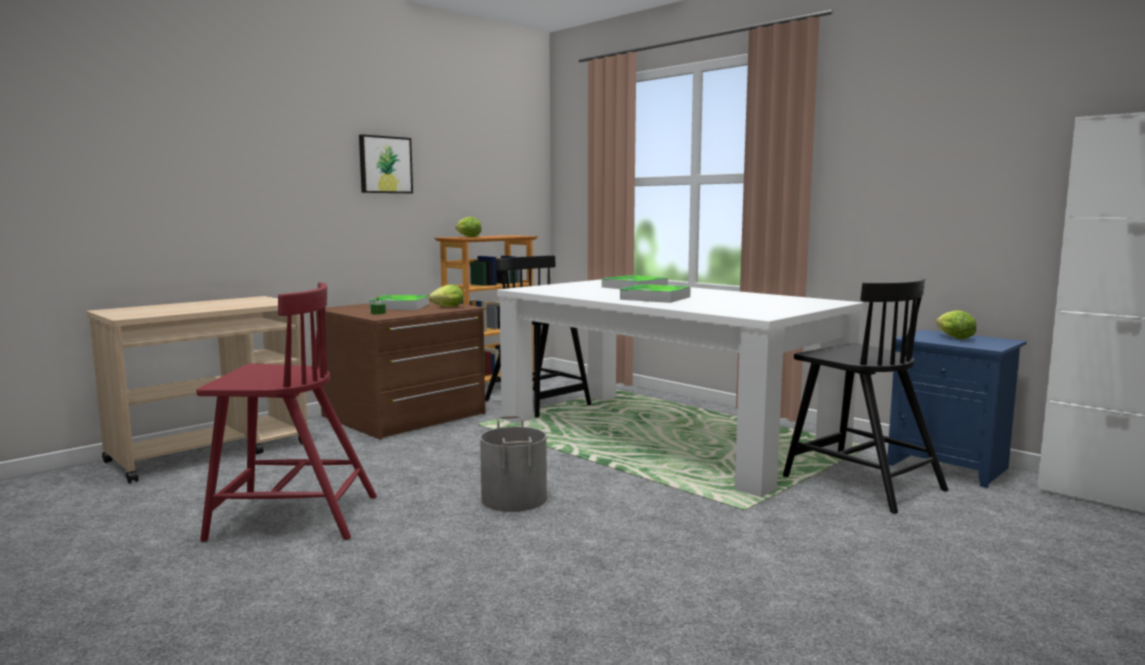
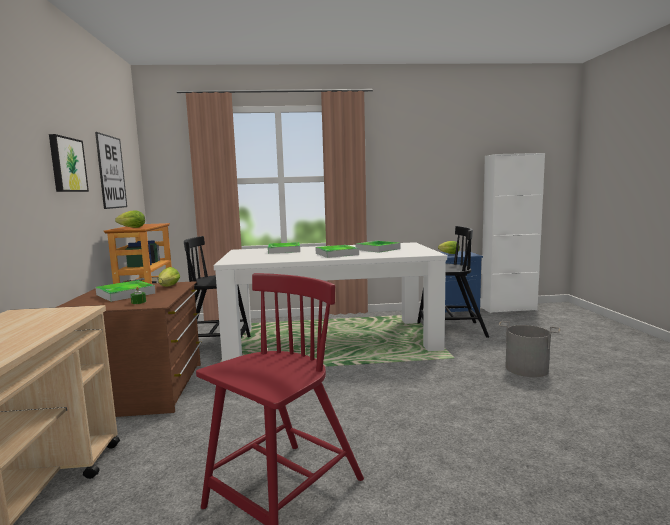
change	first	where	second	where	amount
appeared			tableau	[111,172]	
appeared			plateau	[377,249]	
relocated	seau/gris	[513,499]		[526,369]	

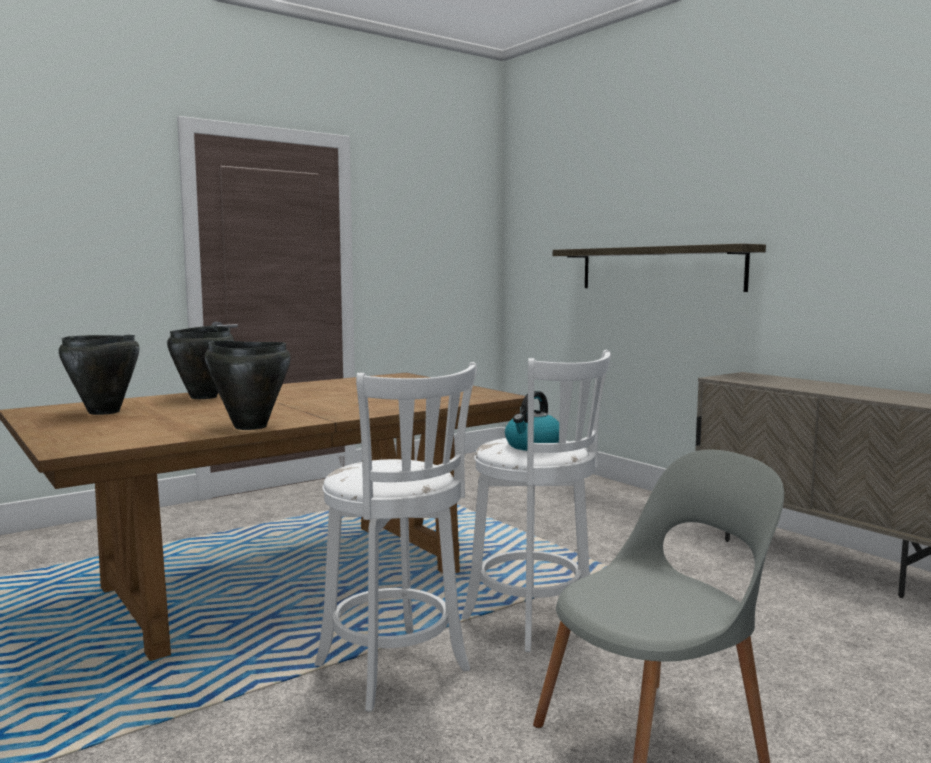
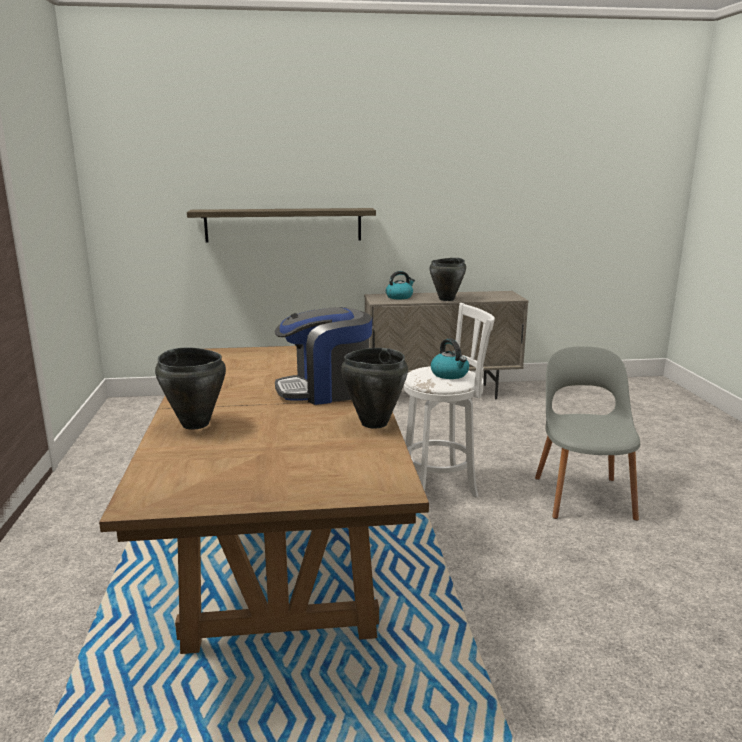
change	first	where	second	where	amount
missing	tabouret/blanc	[396,671]			
appeared			machine à café	[325,390]	
appeared			bouilloire	[399,297]	
relocated	marmite/noir	[104,412]		[447,299]	

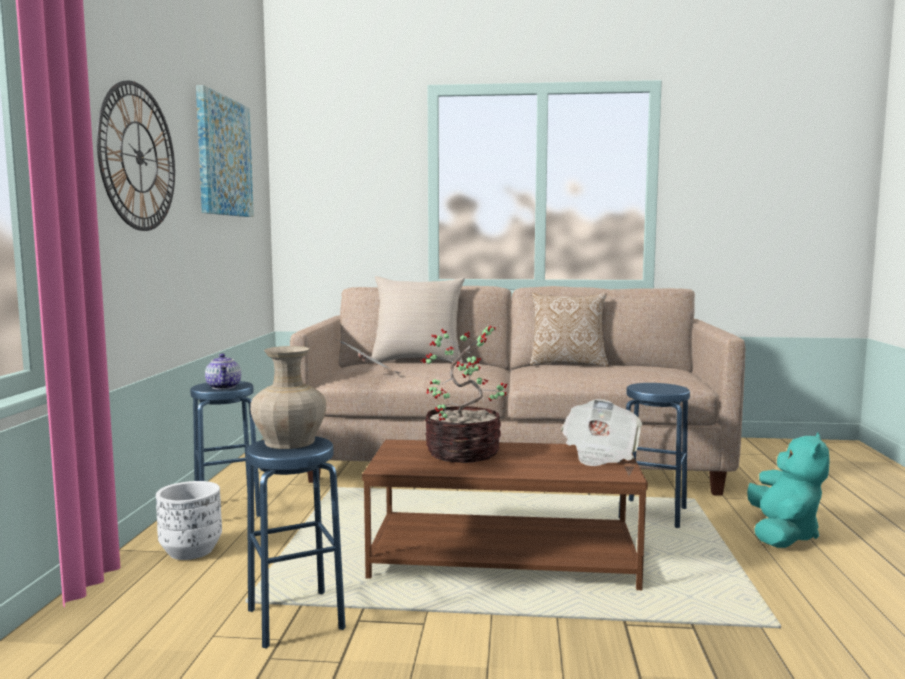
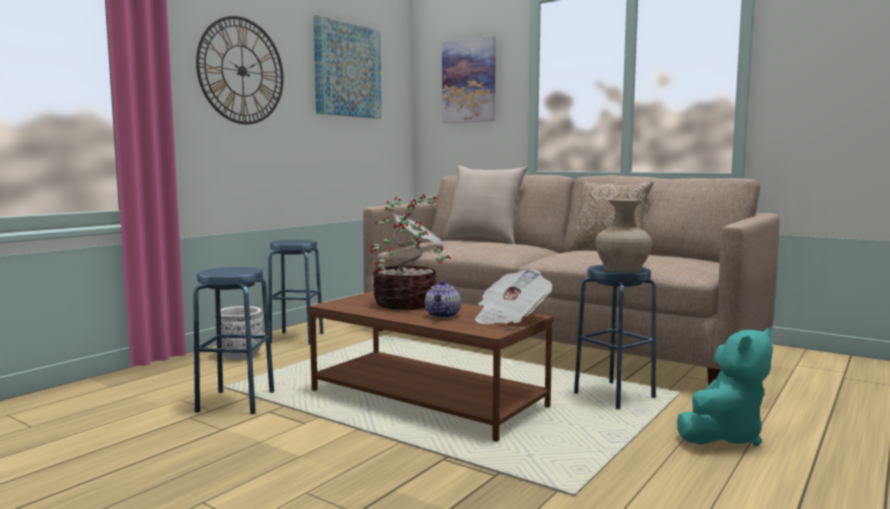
change	first	where	second	where	amount
appeared			tableau	[469,81]	
relocated	théière	[224,387]		[443,315]	
relocated	vase/beige	[290,442]		[623,269]	

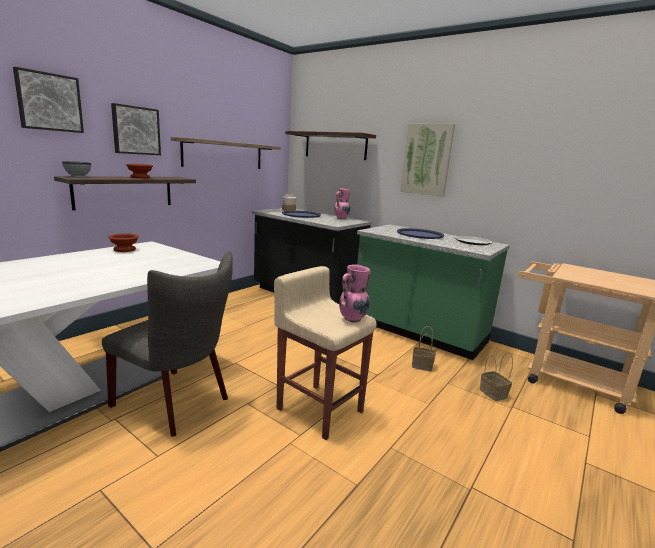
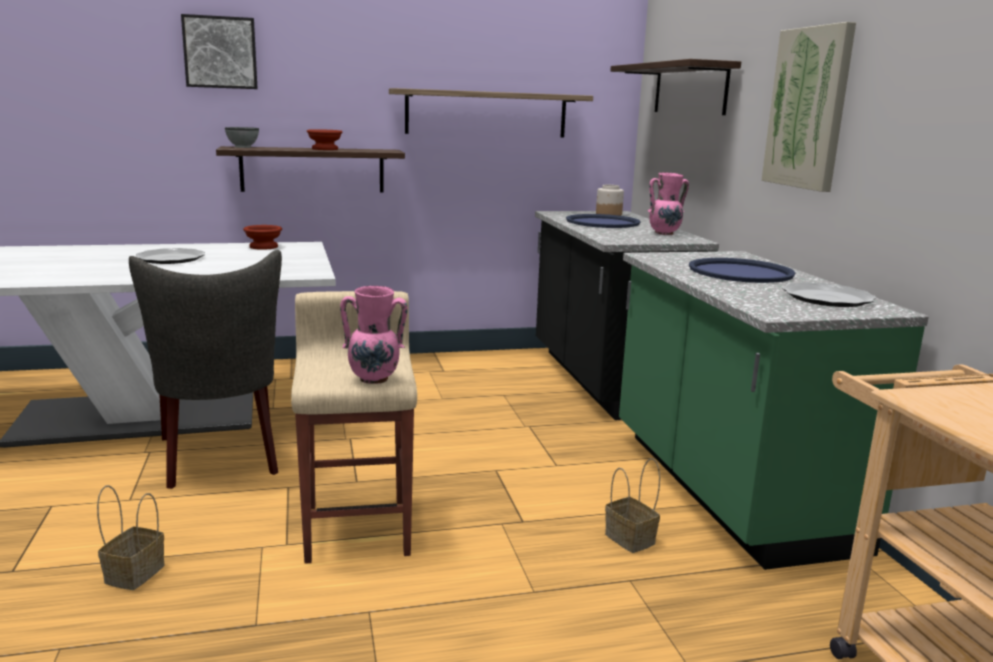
change	first	where	second	where	amount
missing	tableau	[136,130]			
appeared			assiette	[170,259]	
relocated	panier	[492,393]		[135,572]	

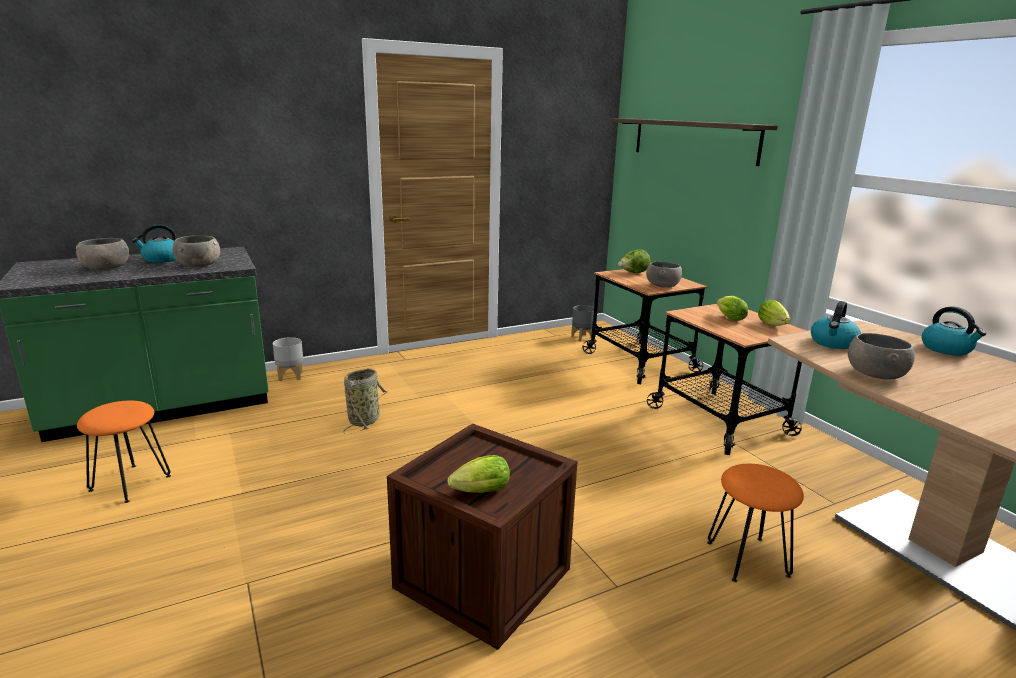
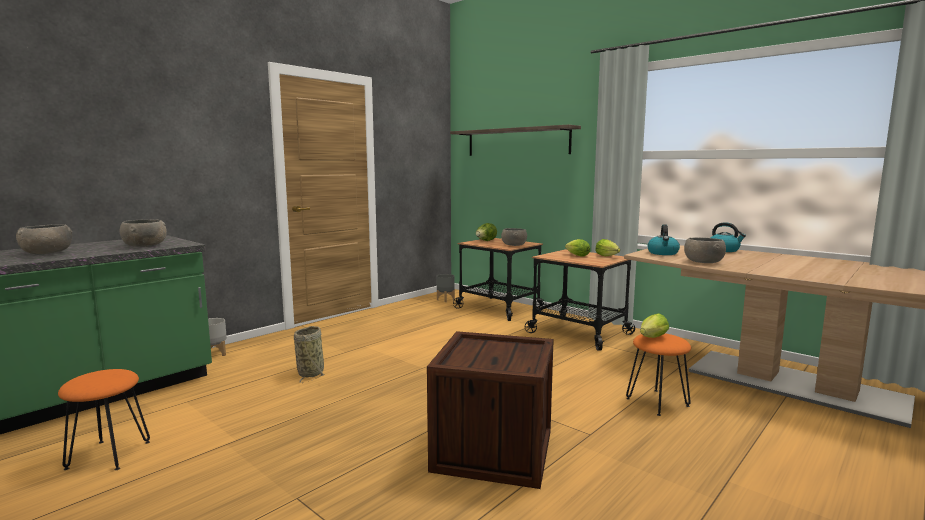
change	first	where	second	where	amount
missing	bouilloire	[162,259]			
relocated	laitue	[478,492]		[651,338]	

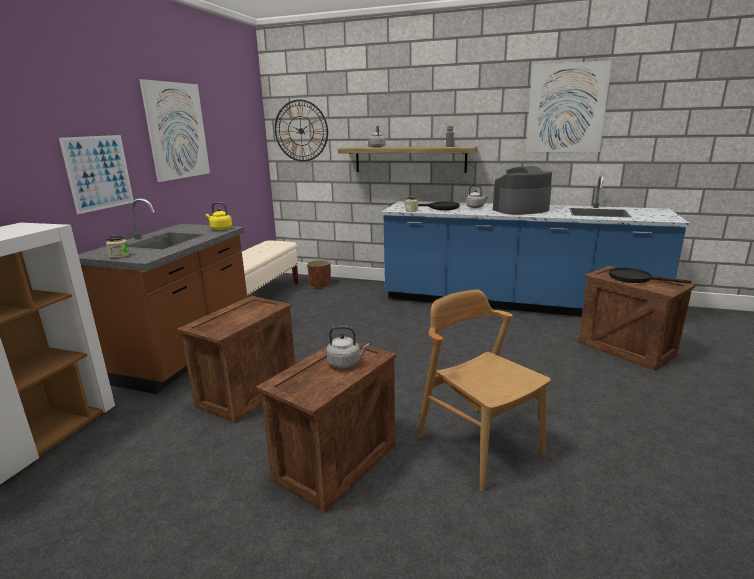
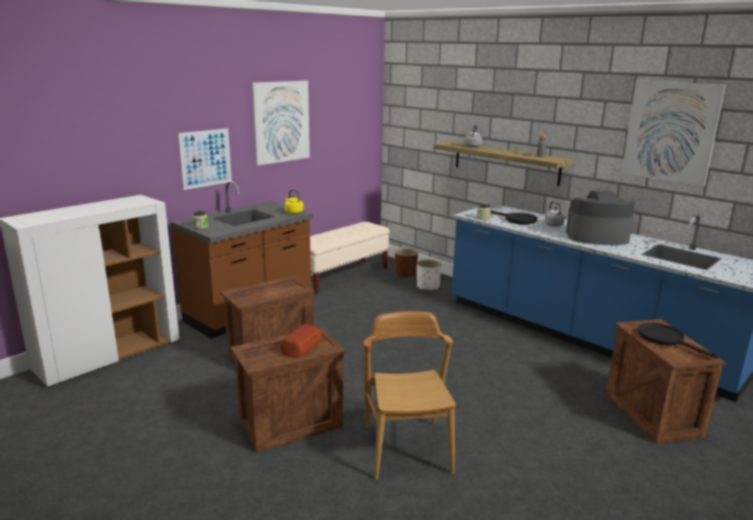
change	first	where	second	where	amount
missing	horloge murale	[301,131]			
appeared			cache-pot/blanc	[428,287]	
exchanged	bouilloire/gris	[345,363]	pain	[302,347]	

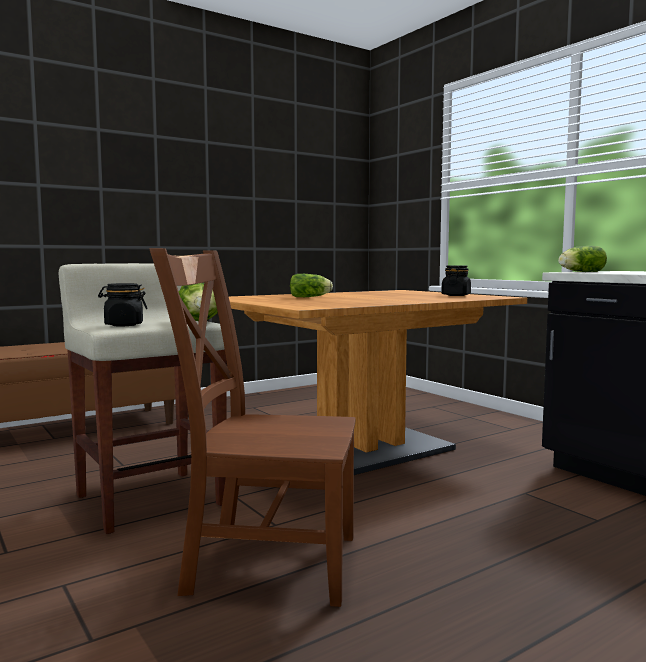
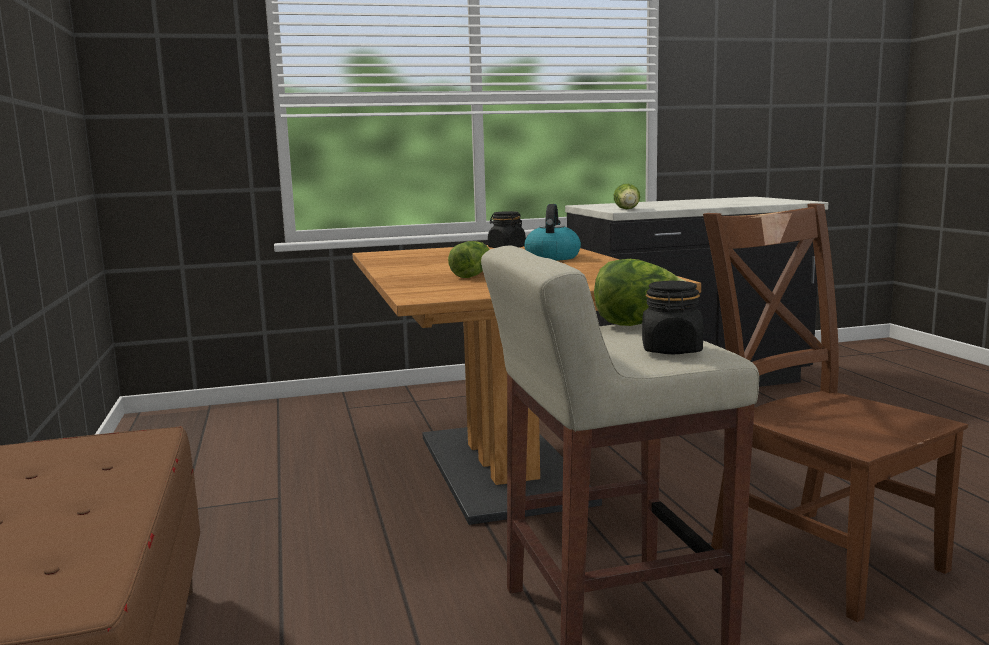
change	first	where	second	where	amount
appeared			bouilloire	[552,257]	
spun	chaise/marron	[265,562]		[819,555]	120 degrees clockwise

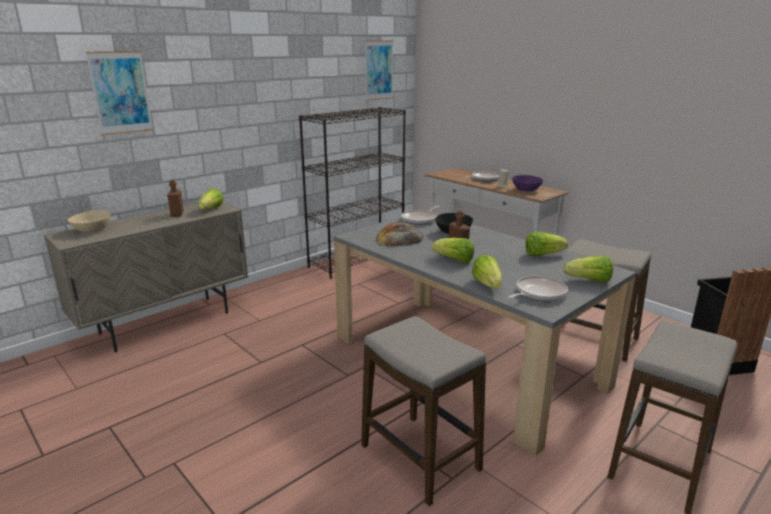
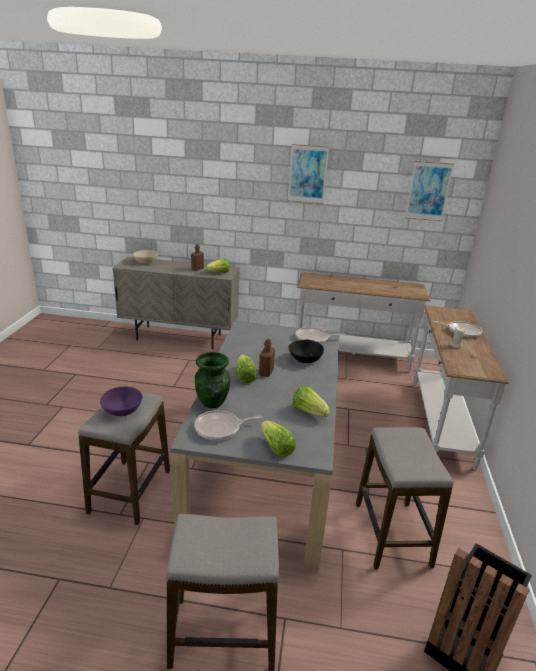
change	first	where	second	where	amount
missing	pain	[400,238]			
relocated	tableau	[121,92]		[308,174]	
relocated	bol/violet	[526,190]		[122,410]	
exchanged	bibliothèque/noir	[357,259]	table console/blanc	[352,358]	
exchanged	laitue	[487,284]	vase/vert	[213,402]	
spun	poêle	[538,293]		[220,428]	150 degrees clockwise

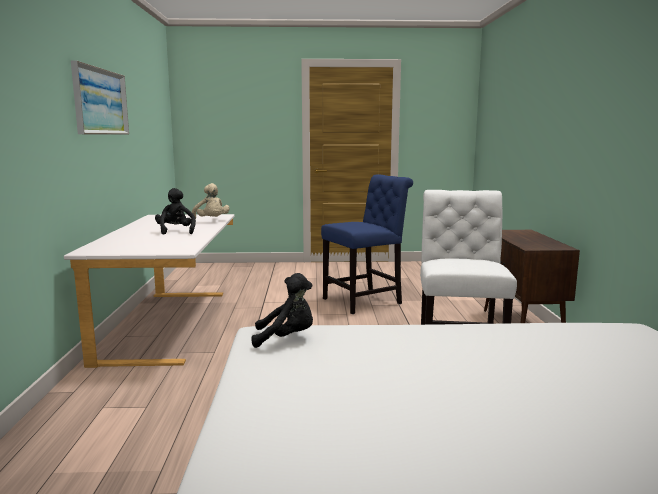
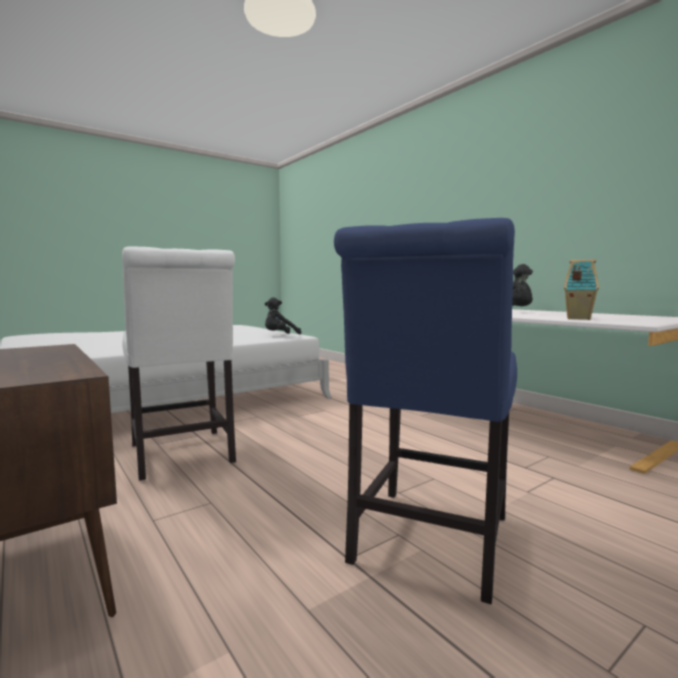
change	first	where	second	where	amount
missing	tableau	[100,102]			
exchanged	peluche/beige	[211,221]	maison miniature	[577,318]	

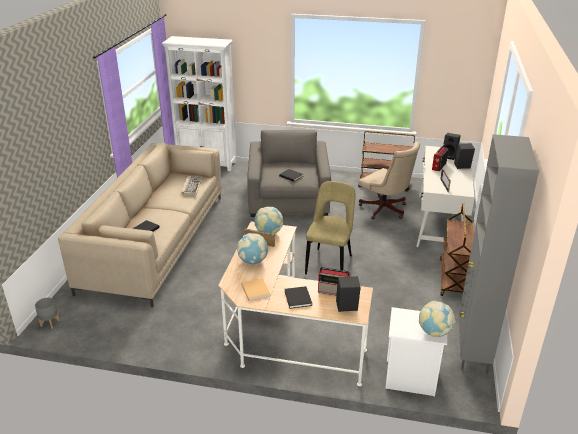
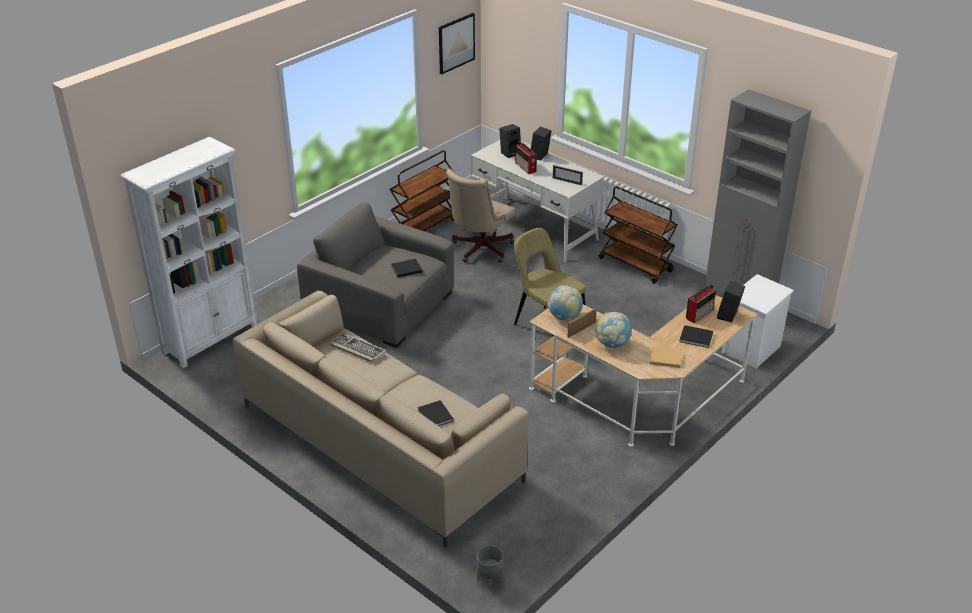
change	first	where	second	where	amount
missing	globe	[434,332]			
appeared			tableau	[456,43]	
spun	chaise de bureau/beige	[385,210]		[479,250]	135 degrees clockwise

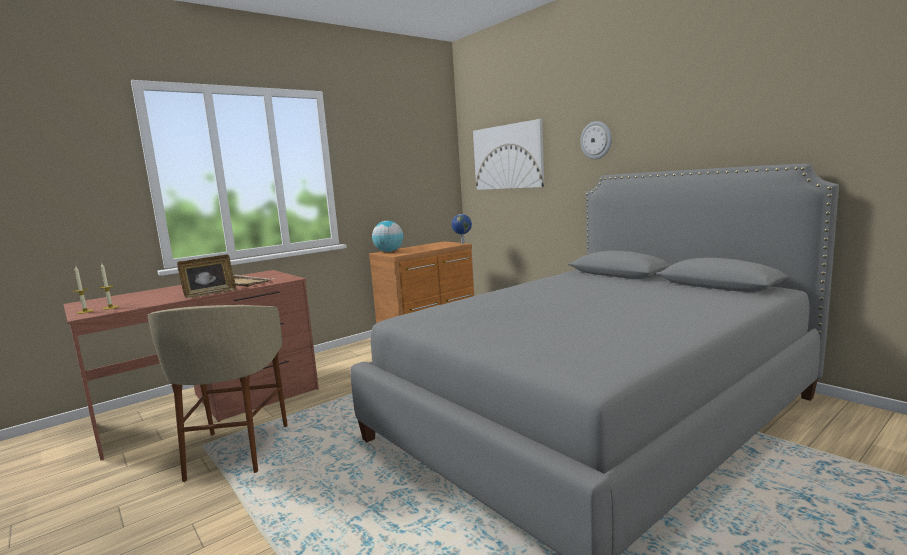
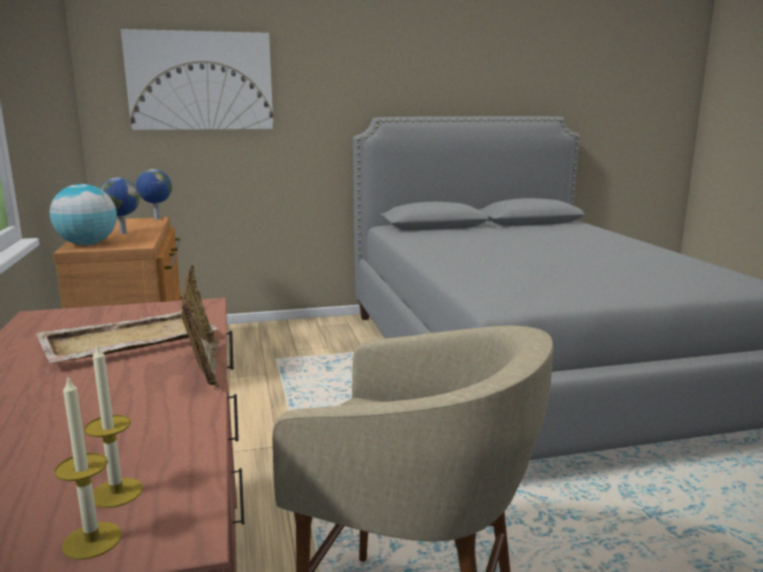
change	first	where	second	where	amount
missing	horloge murale	[596,140]			
appeared			globe	[122,233]	

